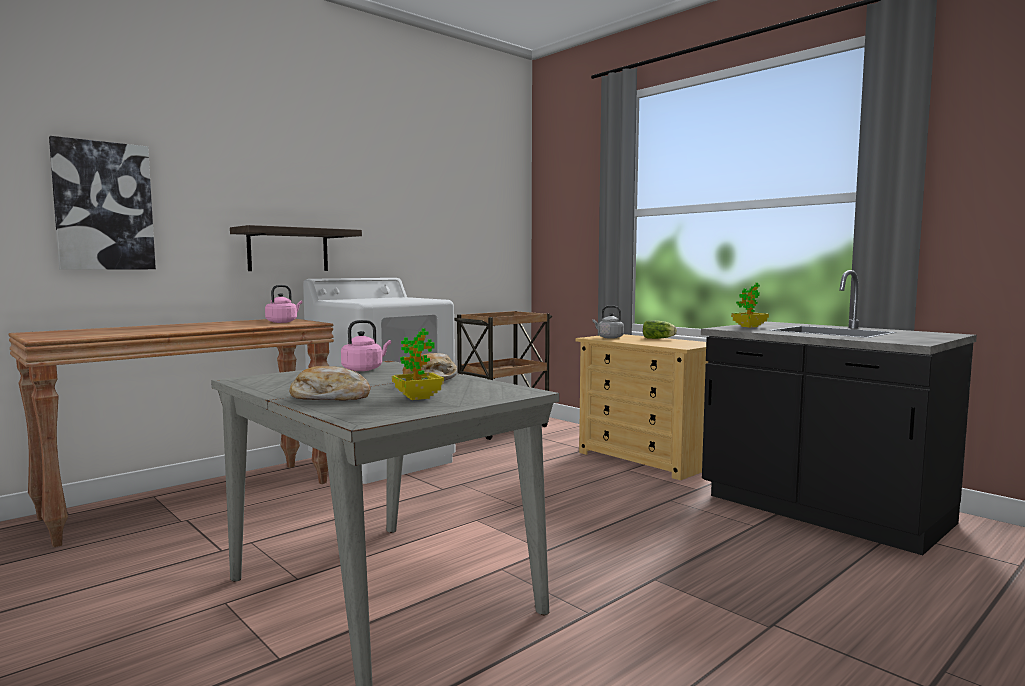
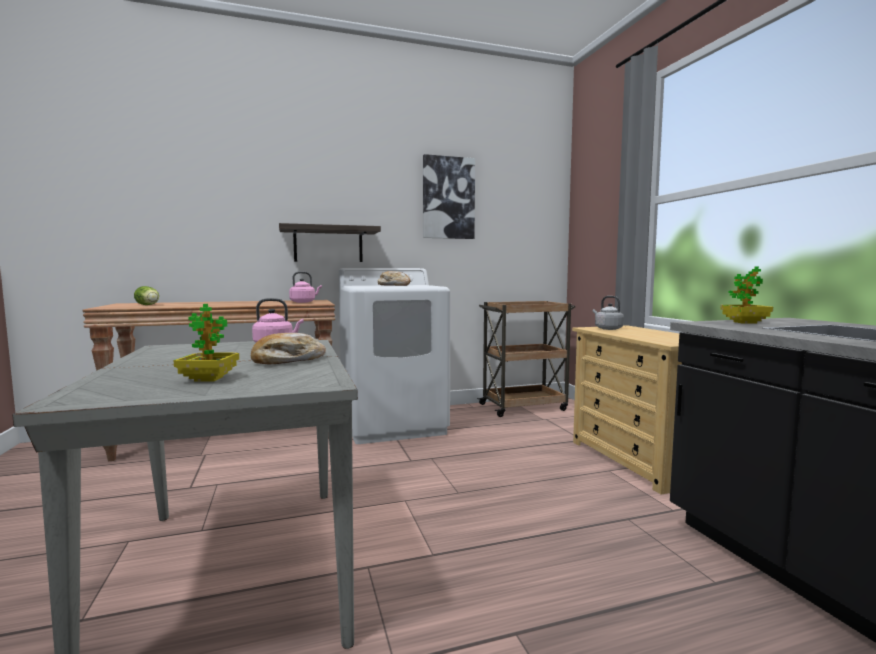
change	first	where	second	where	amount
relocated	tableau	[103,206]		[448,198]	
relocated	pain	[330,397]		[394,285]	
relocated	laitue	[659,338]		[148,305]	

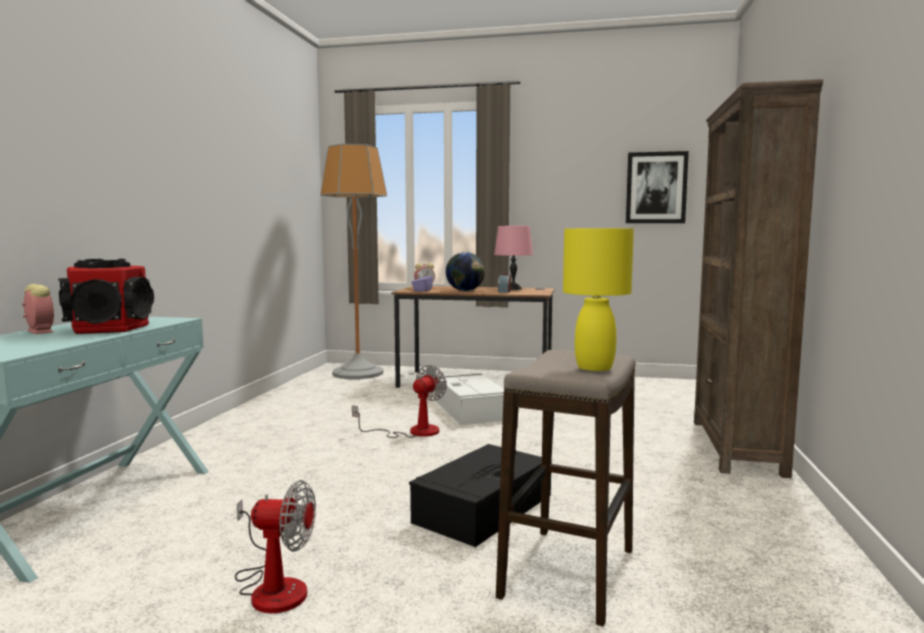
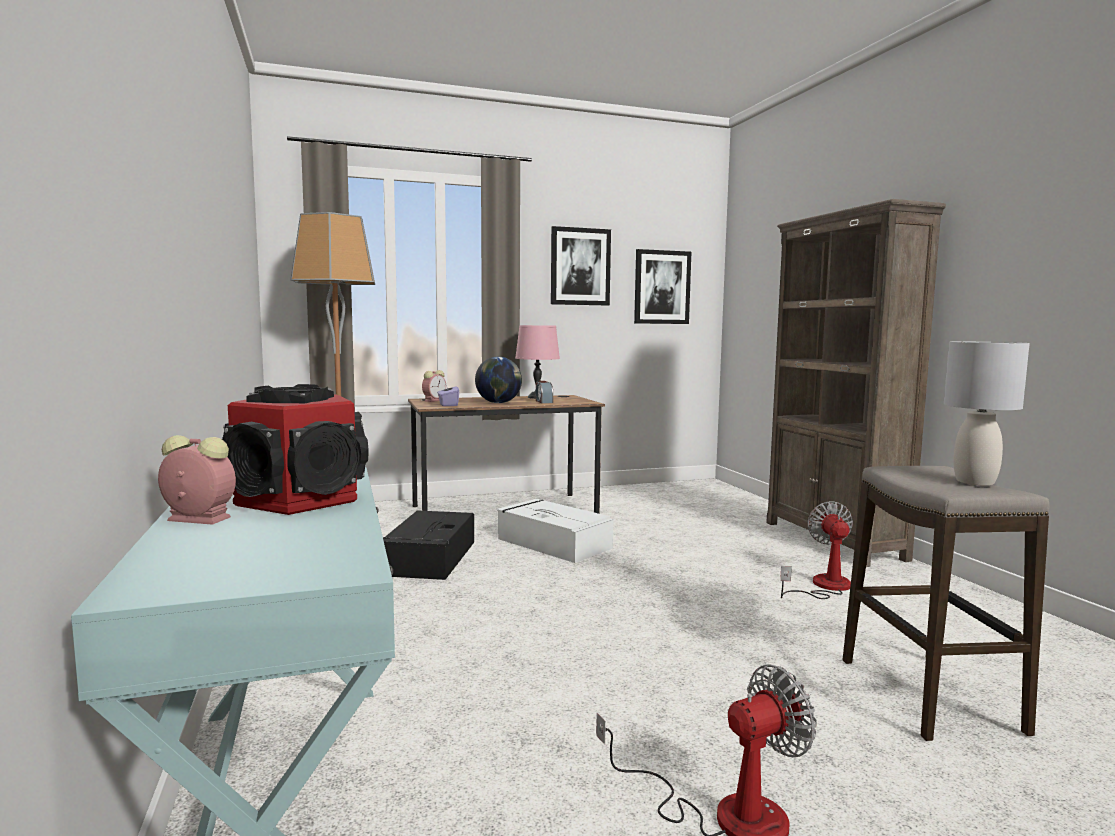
change	first	where	second	where	amount
appeared			tableau	[580,266]	
relocated	ventilateur	[413,432]		[823,587]	
relocated	boîte de rangement/noir	[482,509]		[430,558]	
colour	lampe de table/jaune	[594,367]	lampe de table/gris	[975,482]	

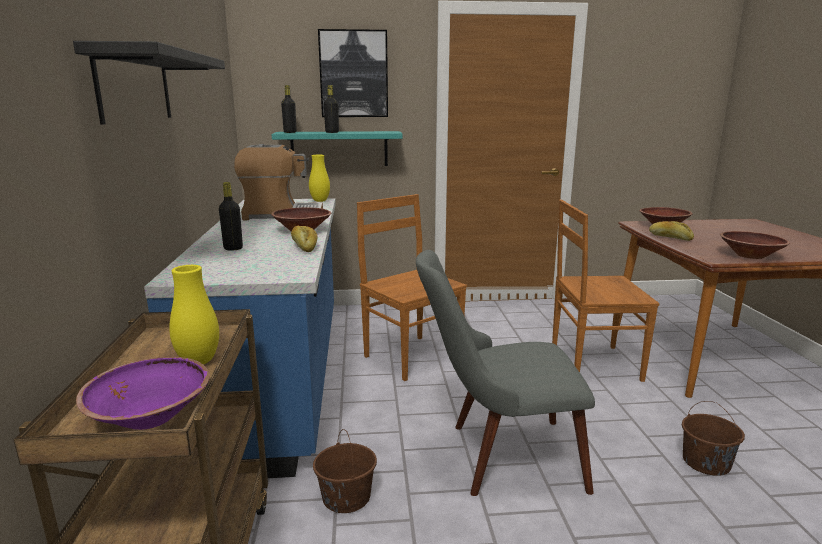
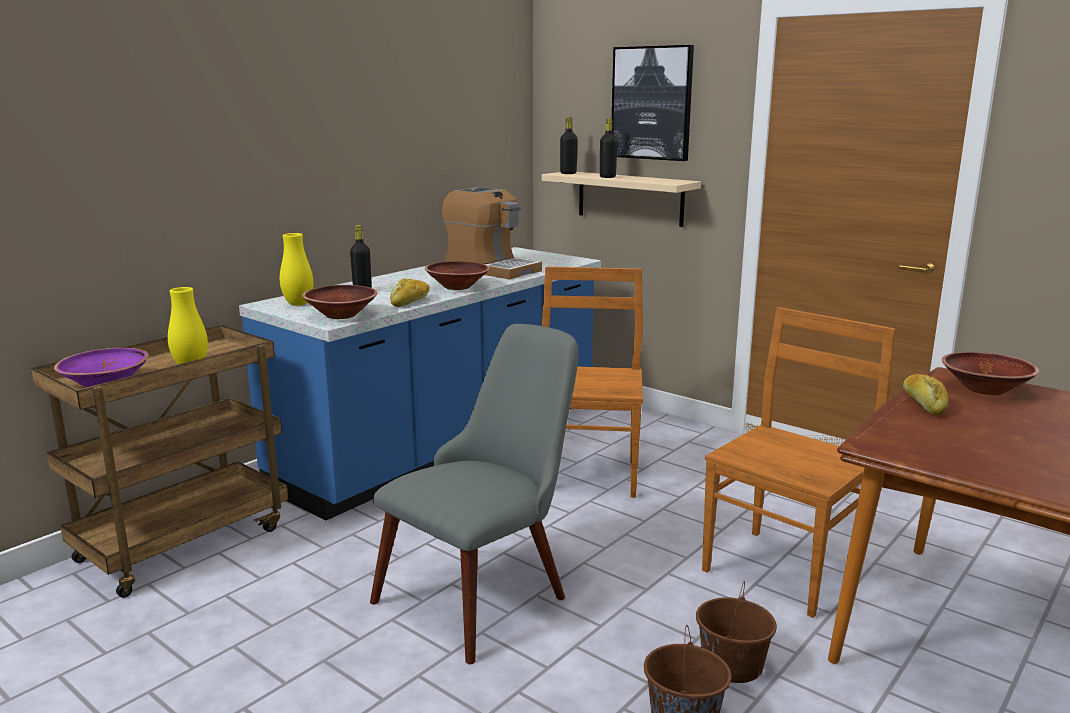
change	first	where	second	where	amount
missing	étagère/noir	[135,87]			
relocated	vase/jaune	[320,201]		[298,304]	
relocated	seau/marron	[346,497]		[732,664]	
relocated	bol/marron	[750,255]		[341,315]	
colour	étagère/turquoise	[339,149]	étagère/beige	[630,198]	
spun	chaise/gris	[498,457]		[486,589]	90 degrees clockwise
spun	chaise/marron	[592,363]		[784,569]	90 degrees clockwise

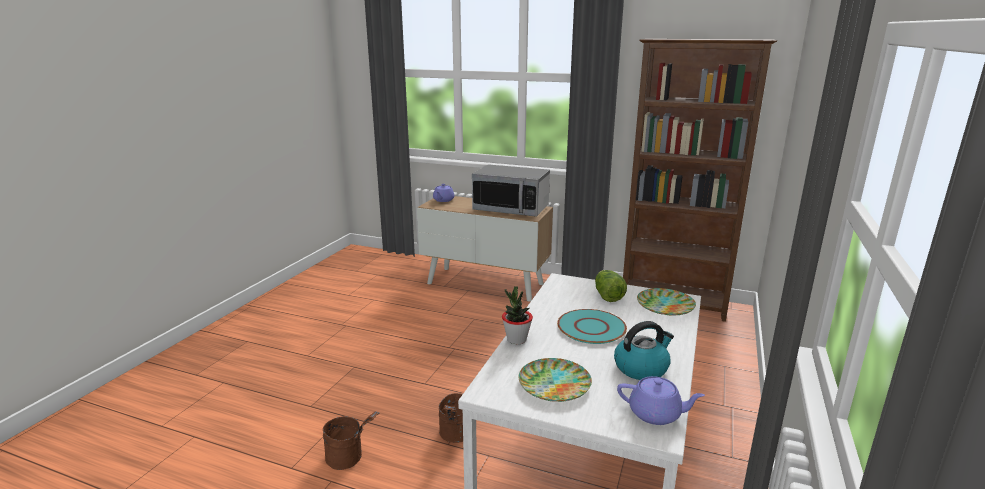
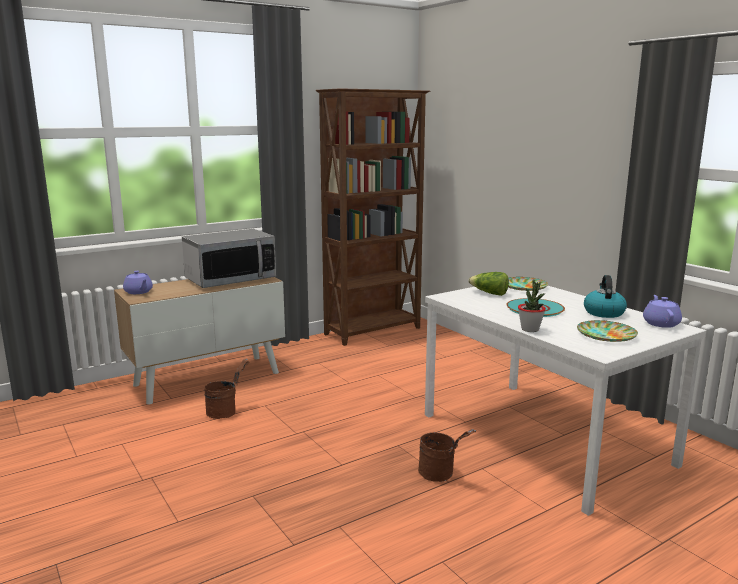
change	first	where	second	where	amount
relocated	seau/marron	[350,458]		[226,411]	
spun	théière/violet	[656,414]		[660,323]	45 degrees counterclockwise

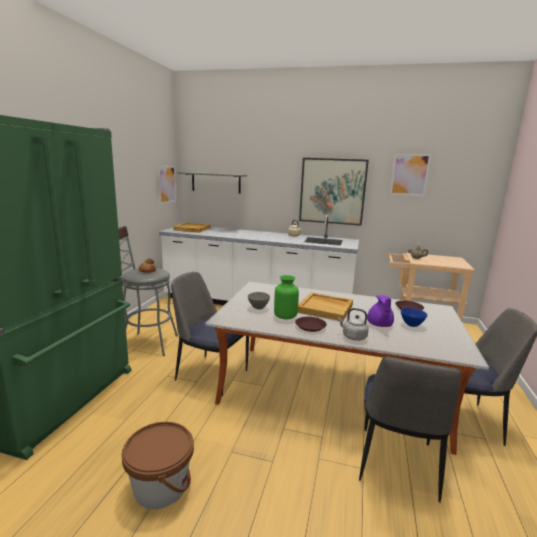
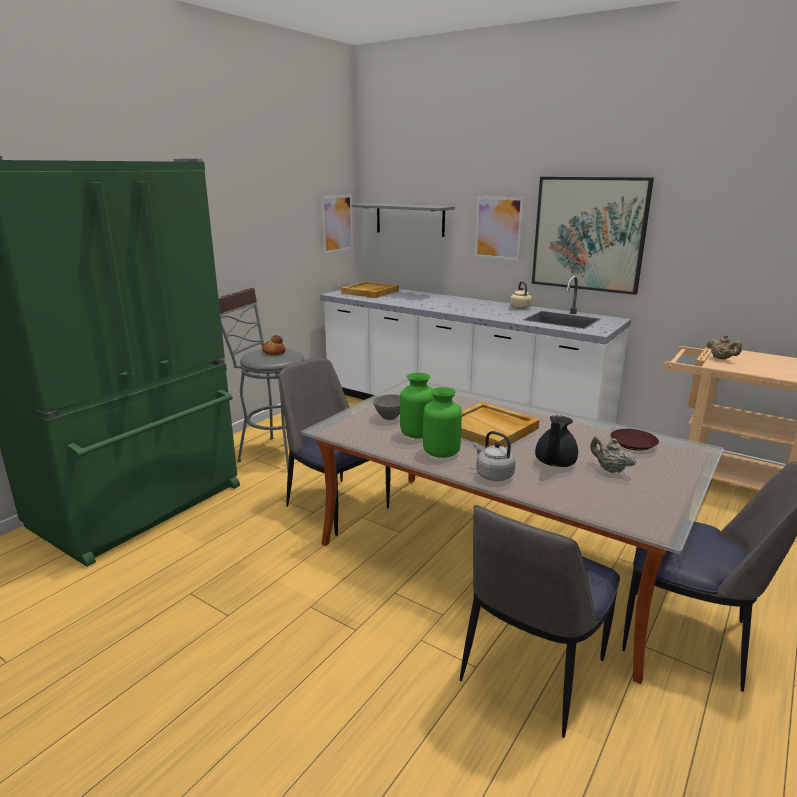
change	first	where	second	where	amount
missing	seau/marron	[161,486]			
relocated	tableau	[409,174]		[498,228]	
exchanged	assiette/marron	[310,326]	vase/vert	[441,452]	
exchanged	bol/bleu	[411,325]	théière/beige	[609,469]	
colour	théière/violet	[379,325]	théière/noir	[554,462]	

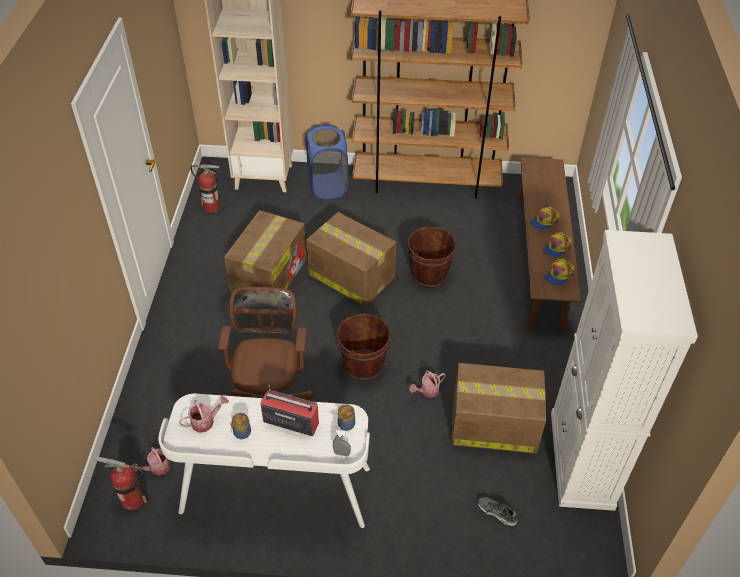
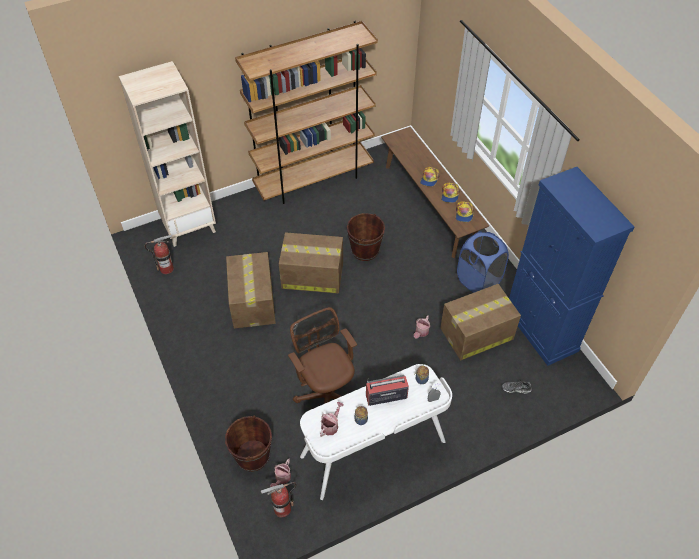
change	first	where	second	where	amount
relocated	panier à linge/bleu	[328,186]		[478,280]	
relocated	seau/marron	[363,365]		[252,456]	
colour	meuble de rangement/blanc	[581,460]	meuble de rangement/bleu	[541,330]	

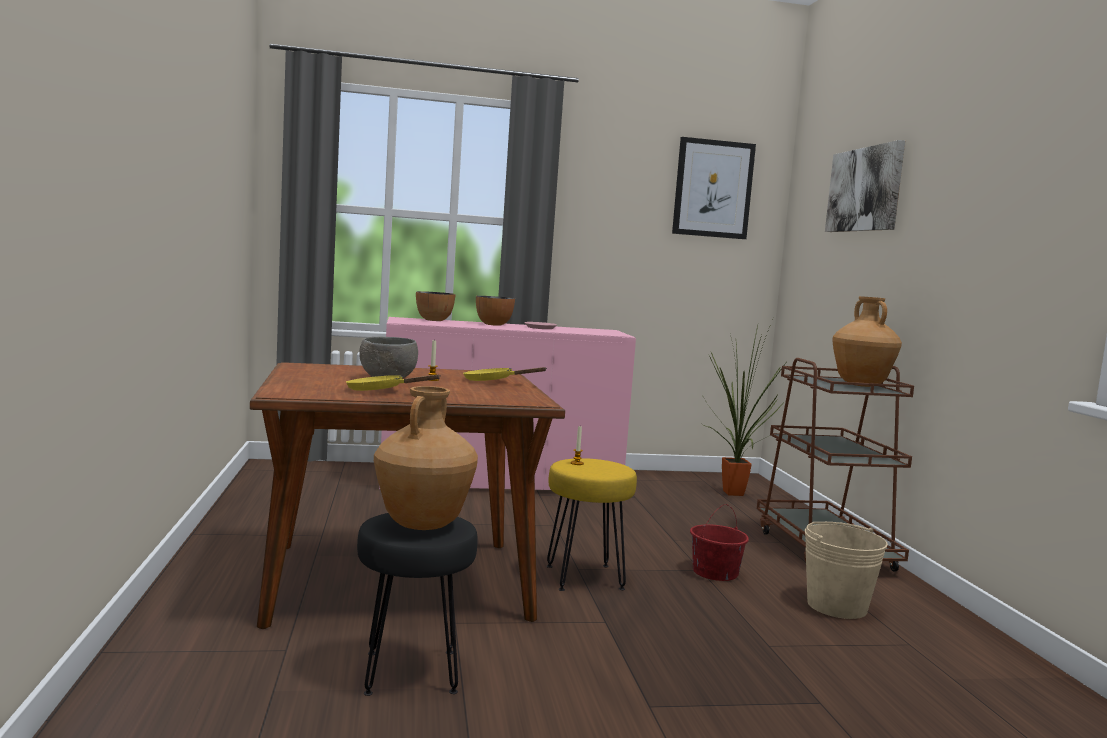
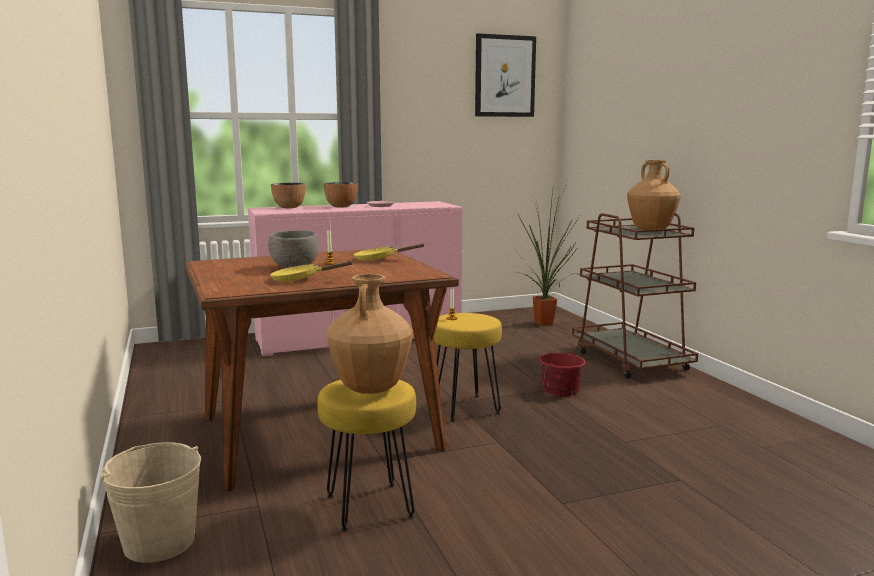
change	first	where	second	where	amount
missing	tableau	[865,189]			
relocated	seau/beige	[836,606]		[159,542]	
colour	tabouret/noir	[410,672]	tabouret/jaune	[368,507]	

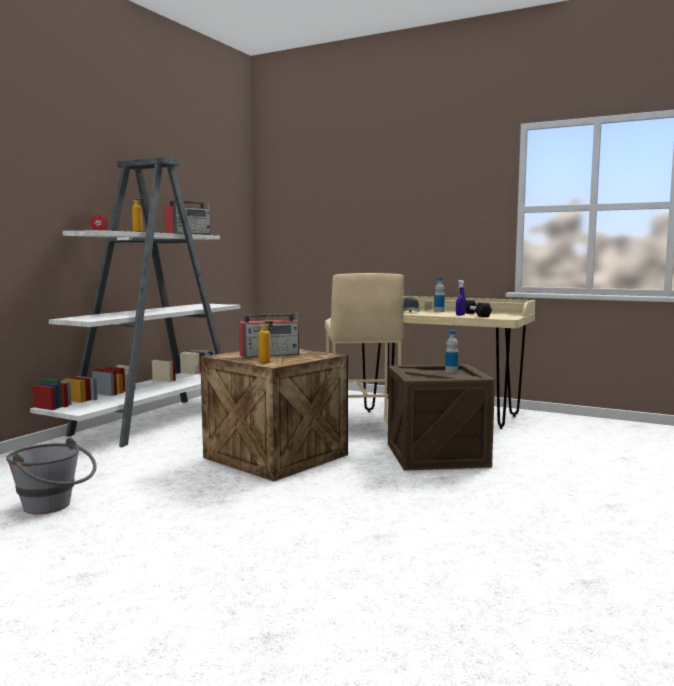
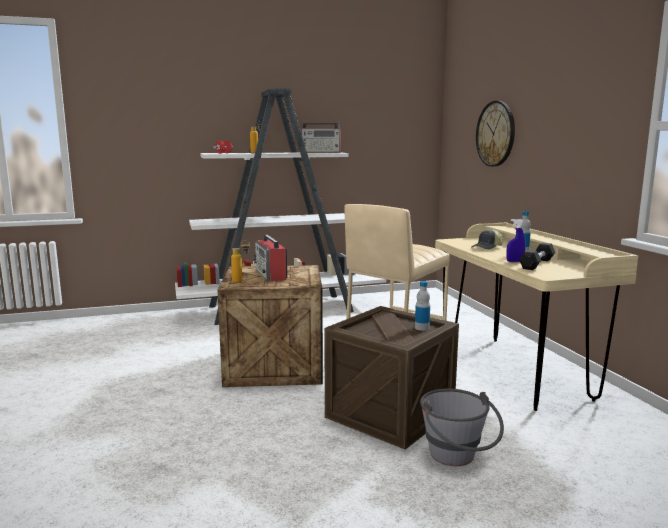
change	first	where	second	where	amount
appeared			horloge murale	[495,134]	
relocated	seau/gris	[54,507]		[457,459]	
spun	radio	[270,355]		[271,275]	45 degrees clockwise

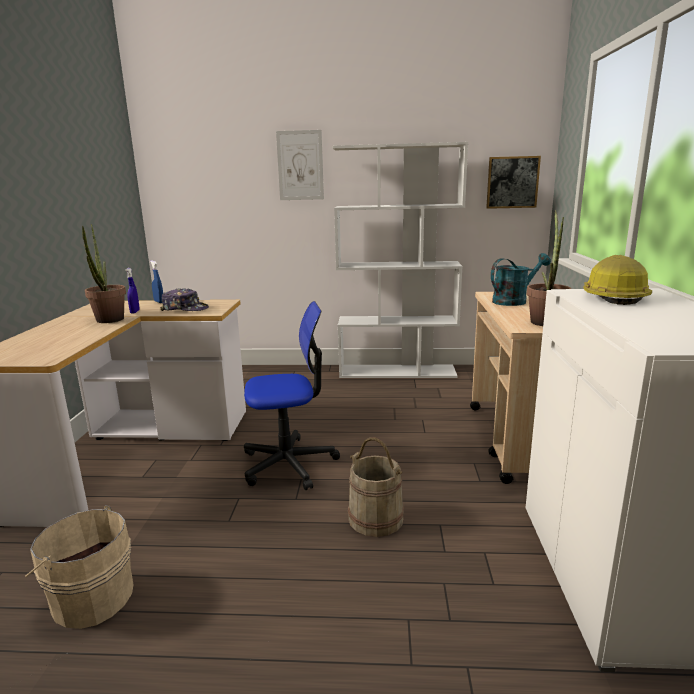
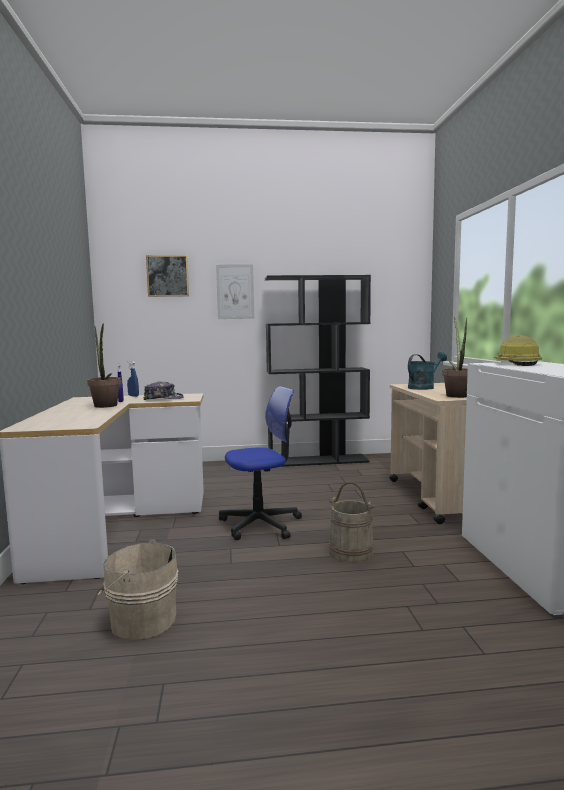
change	first	where	second	where	amount
relocated	tableau	[512,182]		[167,276]	
colour	bibliothèque/blanc	[397,371]	bibliothèque/noir	[318,460]	

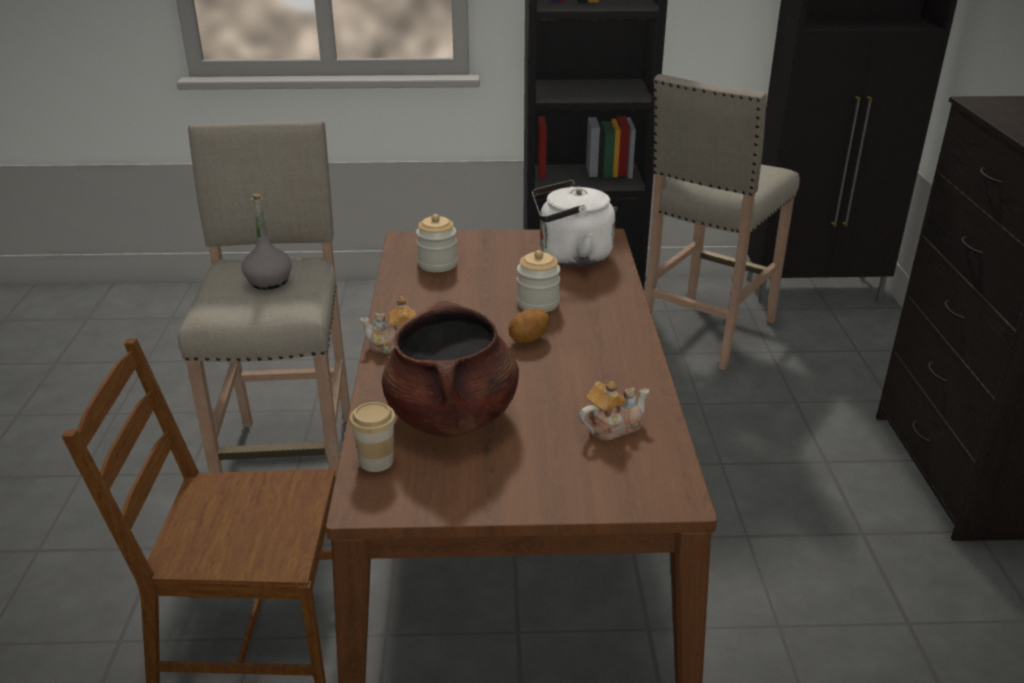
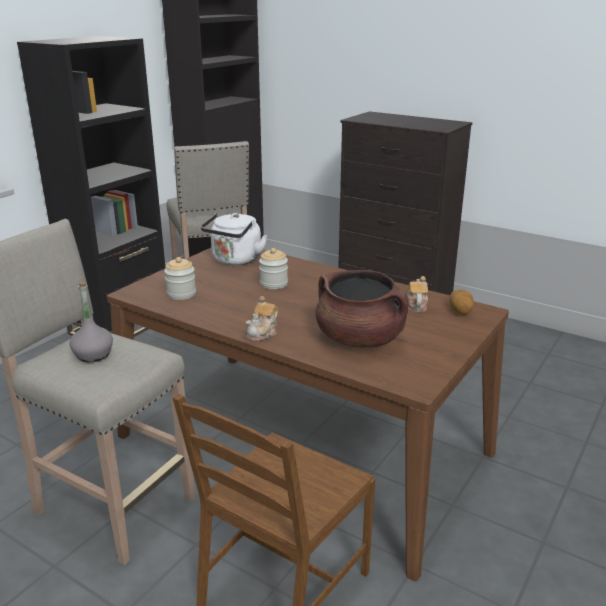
change	first	where	second	where	amount
missing	tasse	[376,461]			
relocated	pomme de terre	[529,339]		[460,311]	

